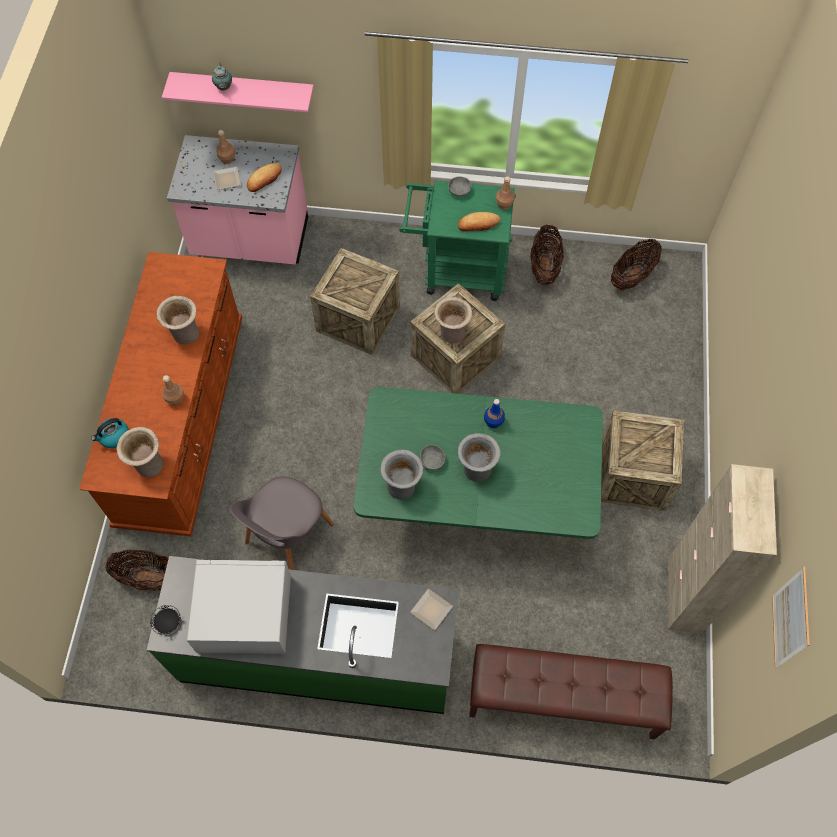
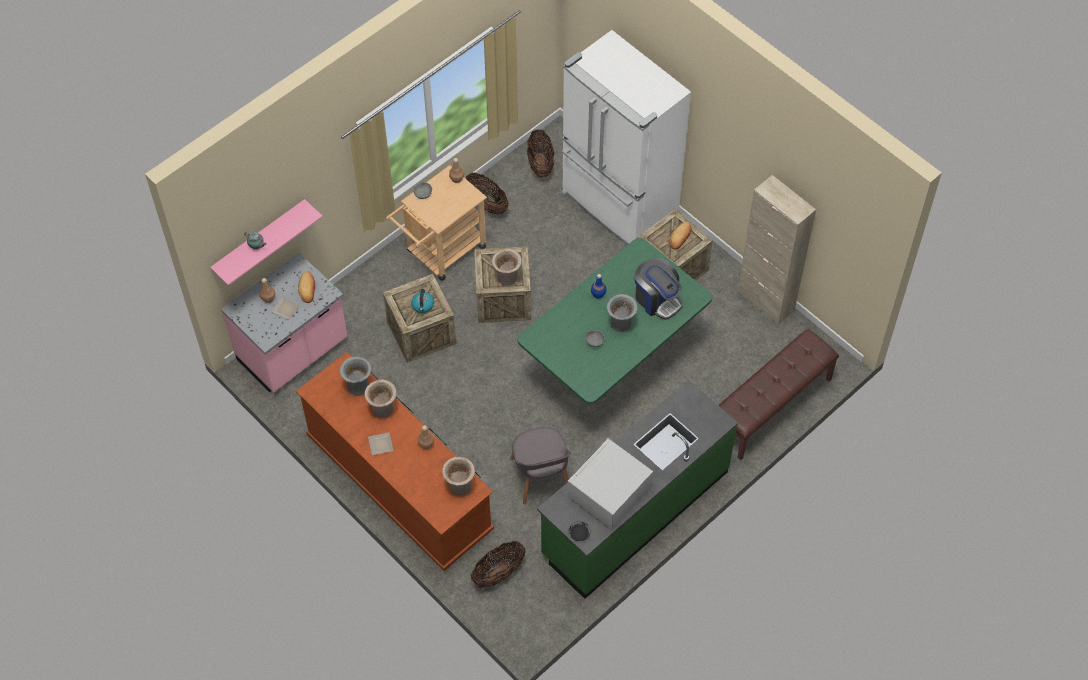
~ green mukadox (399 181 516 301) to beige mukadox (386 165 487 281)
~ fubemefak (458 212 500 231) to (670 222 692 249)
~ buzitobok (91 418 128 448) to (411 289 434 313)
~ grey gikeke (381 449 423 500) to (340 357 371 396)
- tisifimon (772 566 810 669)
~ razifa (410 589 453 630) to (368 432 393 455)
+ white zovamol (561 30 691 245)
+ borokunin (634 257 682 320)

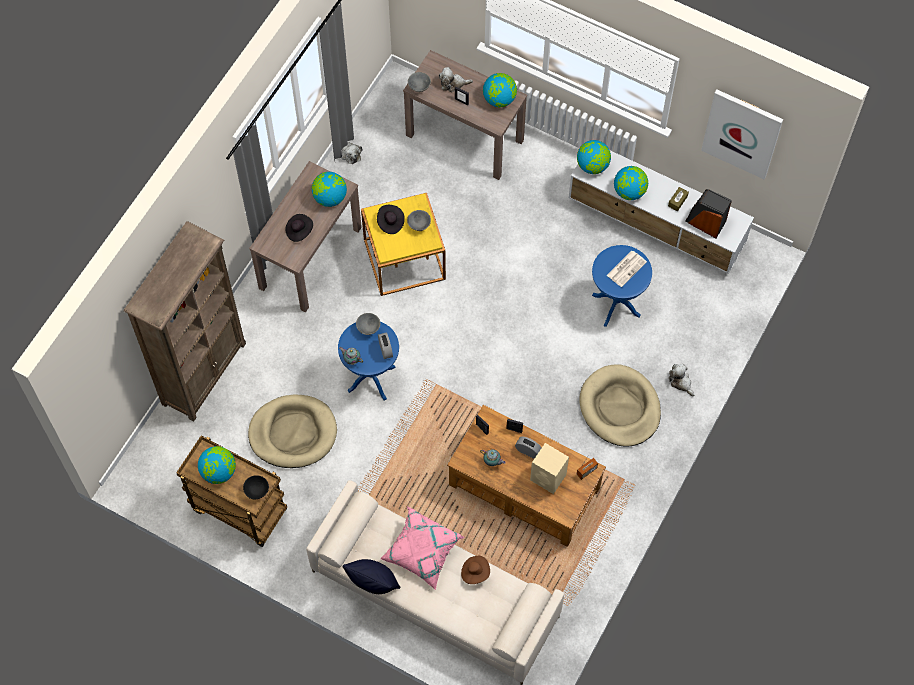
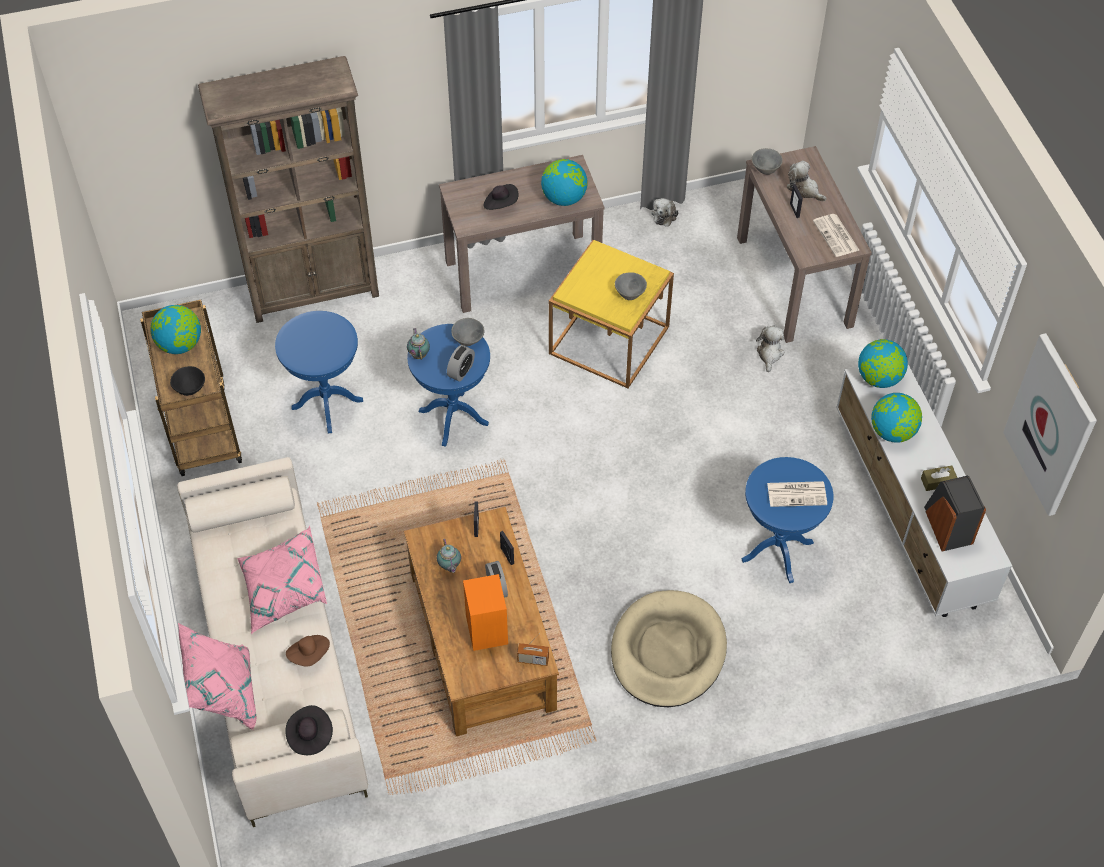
~ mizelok (483 73 517 107) to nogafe (813 214 859 257)
~ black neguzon (377 205 405 234) to (285 705 333 755)
~ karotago (669 364 694 396) to (756 326 785 372)
~ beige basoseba (248 394 337 468) to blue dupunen (275 311 363 433)
~ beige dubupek (530 443 569 494) to orange dubupek (463 574 508 651)
- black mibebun (342 559 401 594)
+ pink mibebun (178 623 257 729)

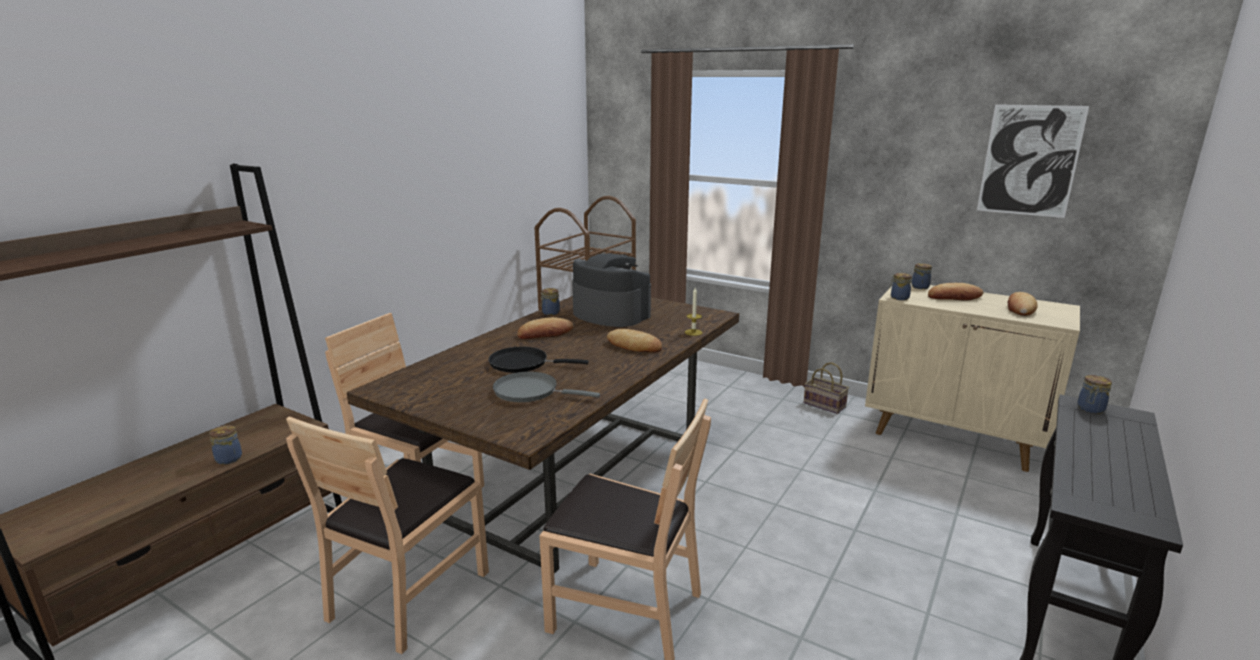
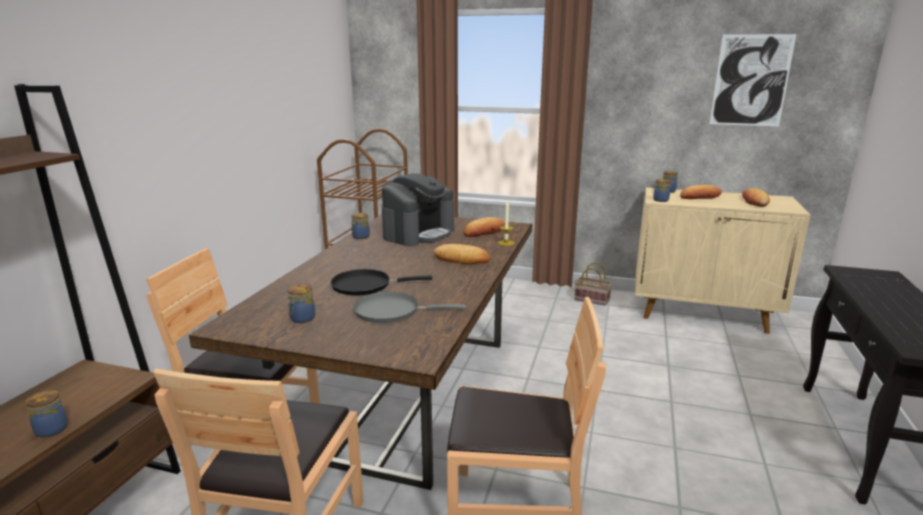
~ borokunin (572 253 651 327) = (382 173 454 246) 105 degrees clockwise
~ fubemefak (517 317 573 339) to (463 217 505 237)
~ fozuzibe (1077 375 1112 414) to (288 284 315 323)

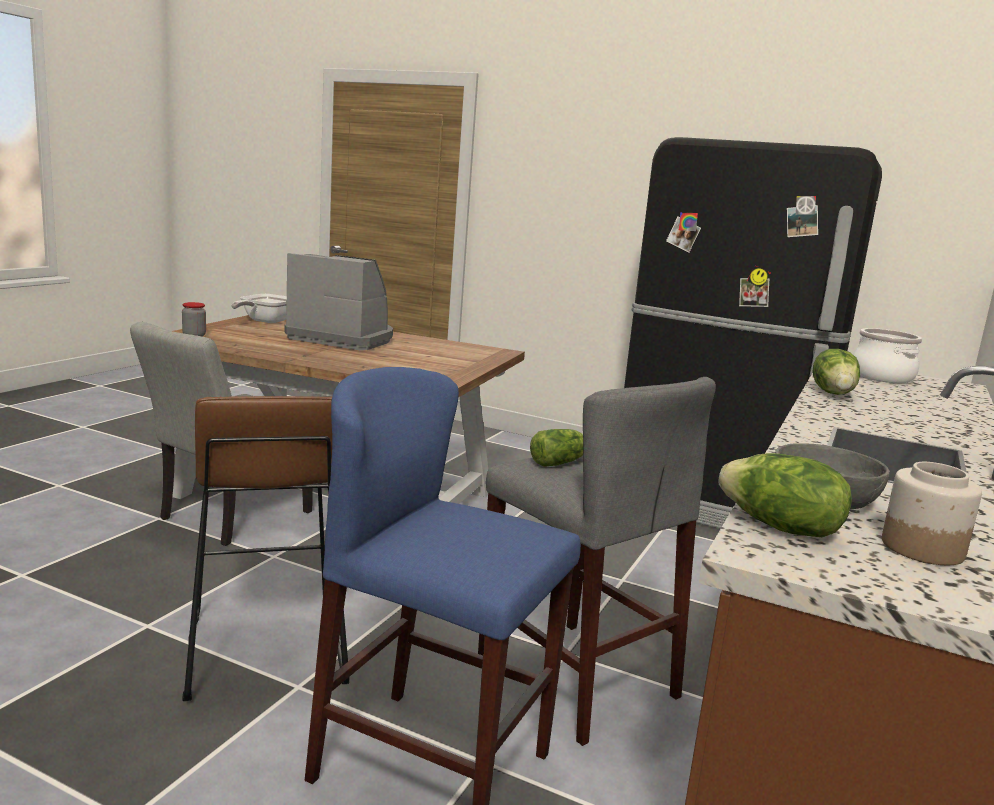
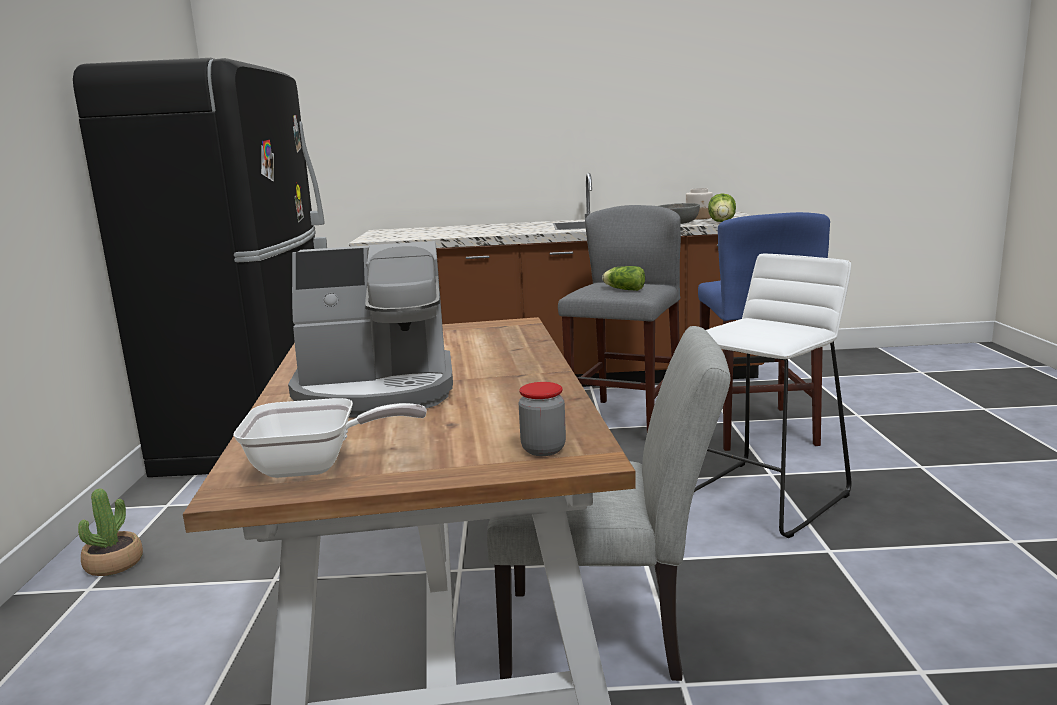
~ borokunin (284 253 393 350) = (288 241 453 417) 90 degrees counterclockwise
- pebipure (853 328 922 383)
- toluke (812 349 860 395)
~ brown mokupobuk (182 396 349 701) to white mokupobuk (694 254 851 538)
+ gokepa (78 489 143 576)

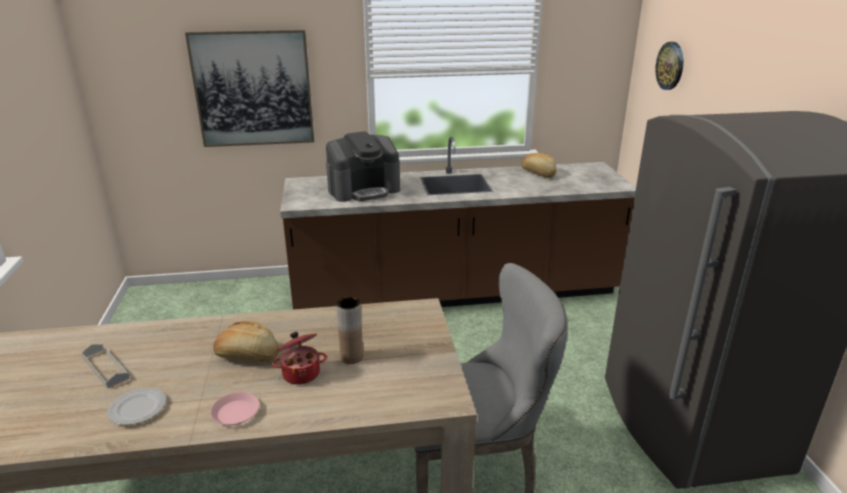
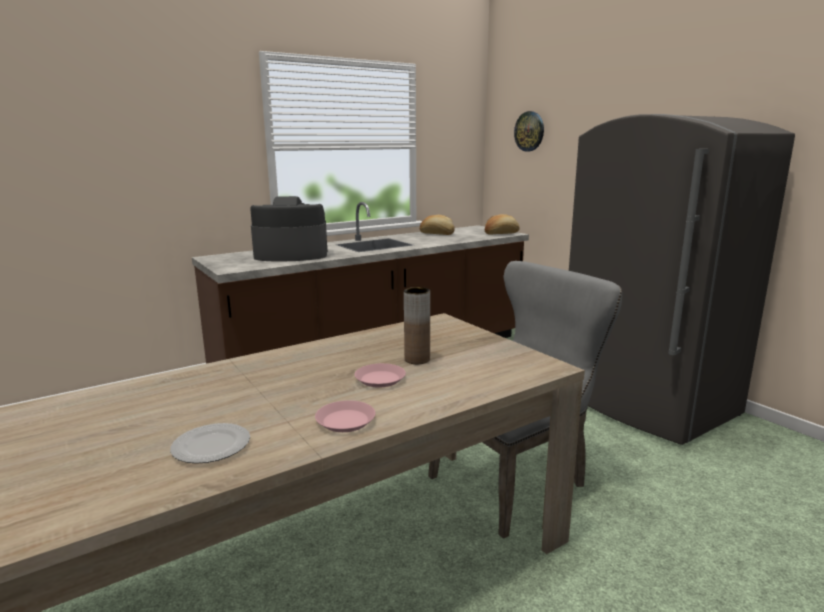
- tisifimon (185 30 314 147)
~ borokunin (326 131 400 202) = (250 196 327 262) 135 degrees counterclockwise
~ fubemefak (213 321 279 362) to (485 214 520 235)
~ pebipure (272 332 327 385) to pink razifa (355 363 406 387)
- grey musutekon (82 344 130 389)

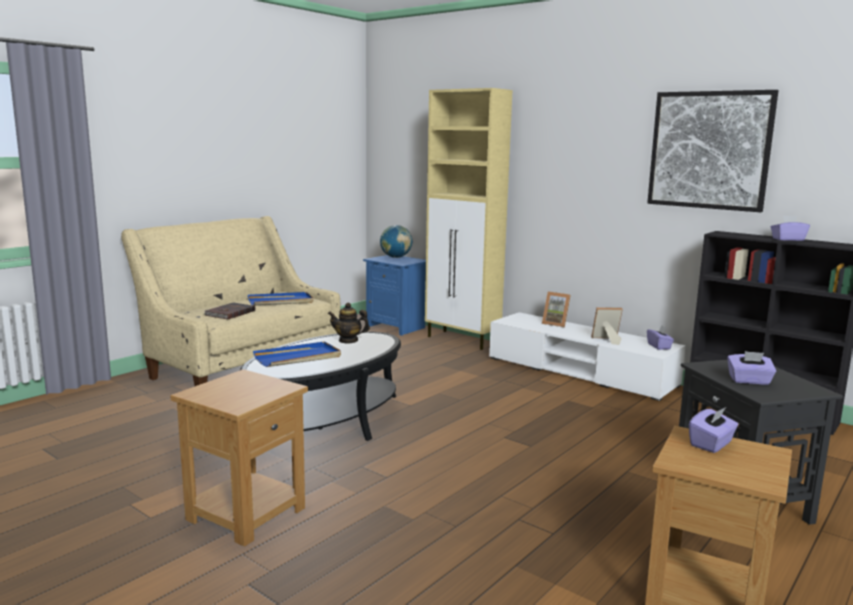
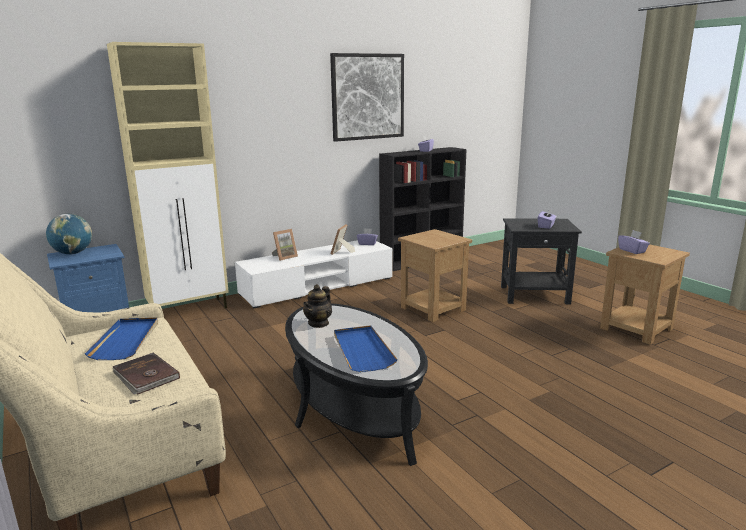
~ brown dupunen (170 369 308 547) to (398 229 472 322)

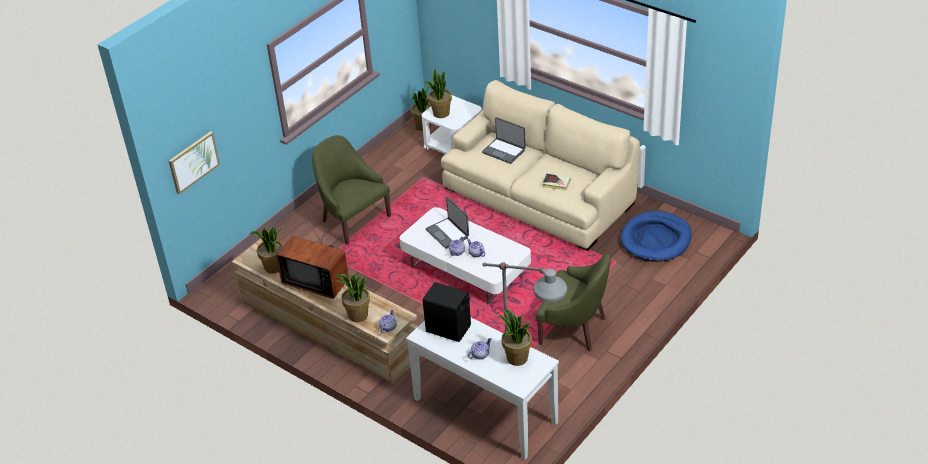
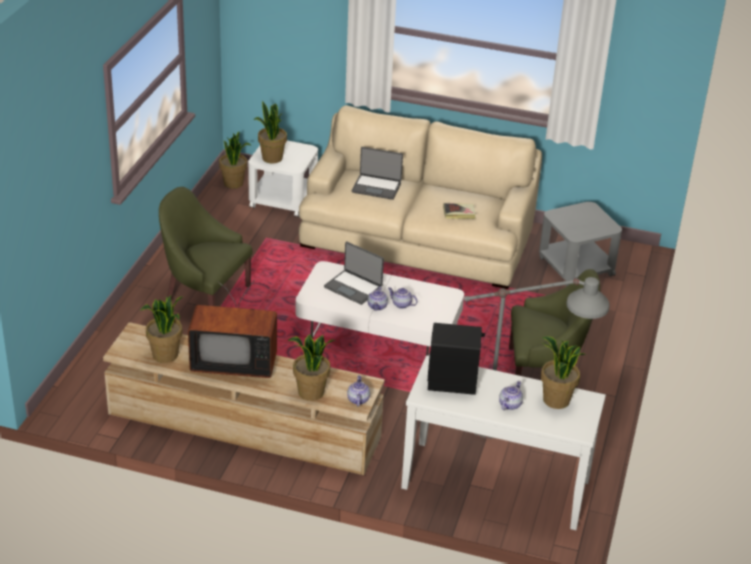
- tisifimon (169 131 220 194)
~ blue basoseba (621 211 692 262) to grey dupunen (539 202 622 287)

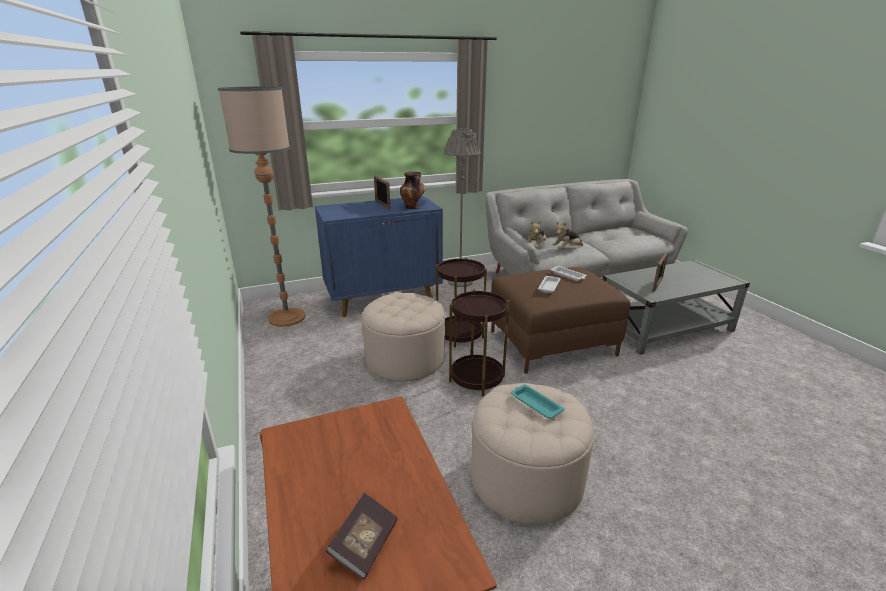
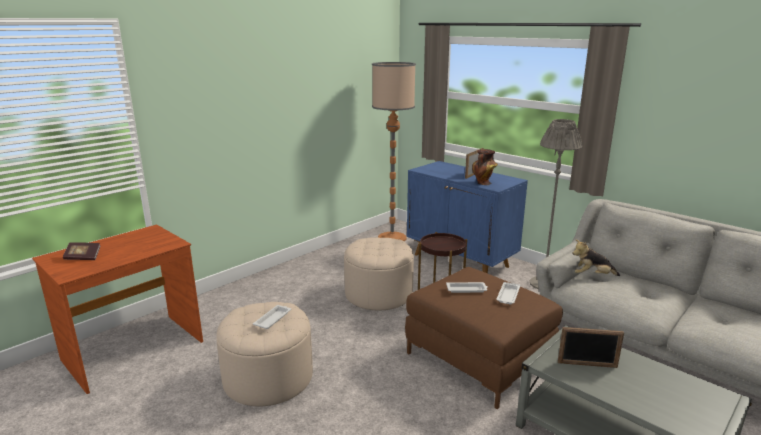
- karotago (552 222 583 249)
- brown dupunen (449 290 510 396)
~ turquoise musutekon (511 384 565 419) to white musutekon (253 305 291 329)

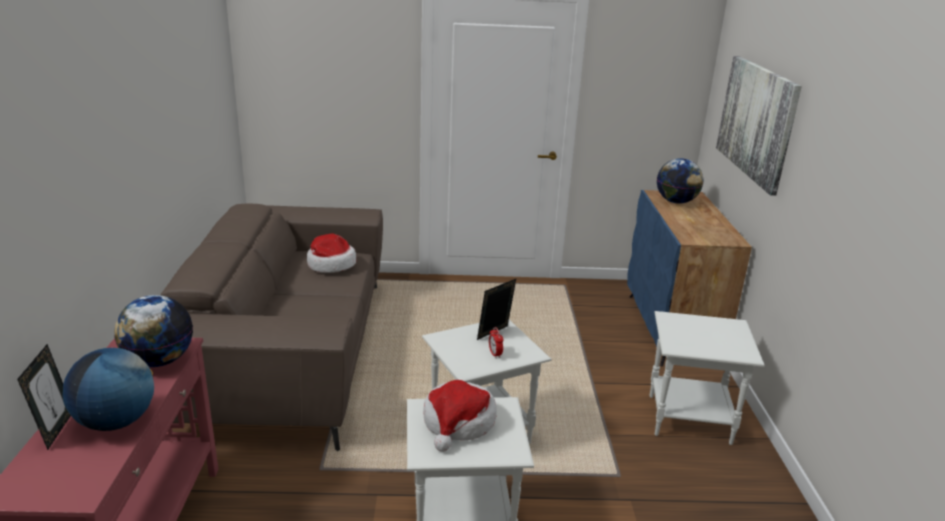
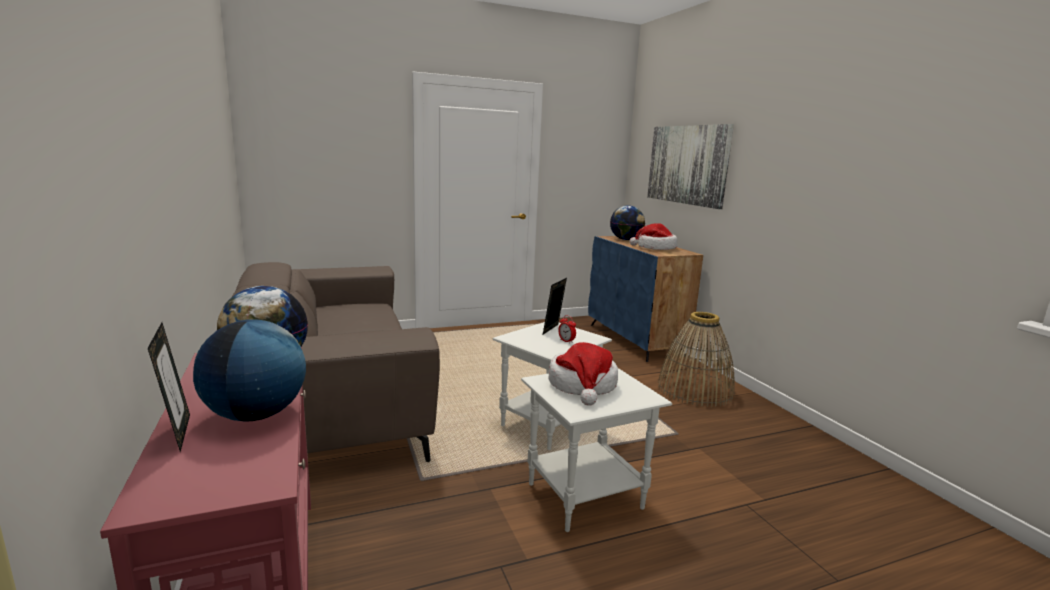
~ neguzon (307 233 356 273) to (630 223 678 250)
~ white dupunen (650 311 765 445) to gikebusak (658 312 735 407)

